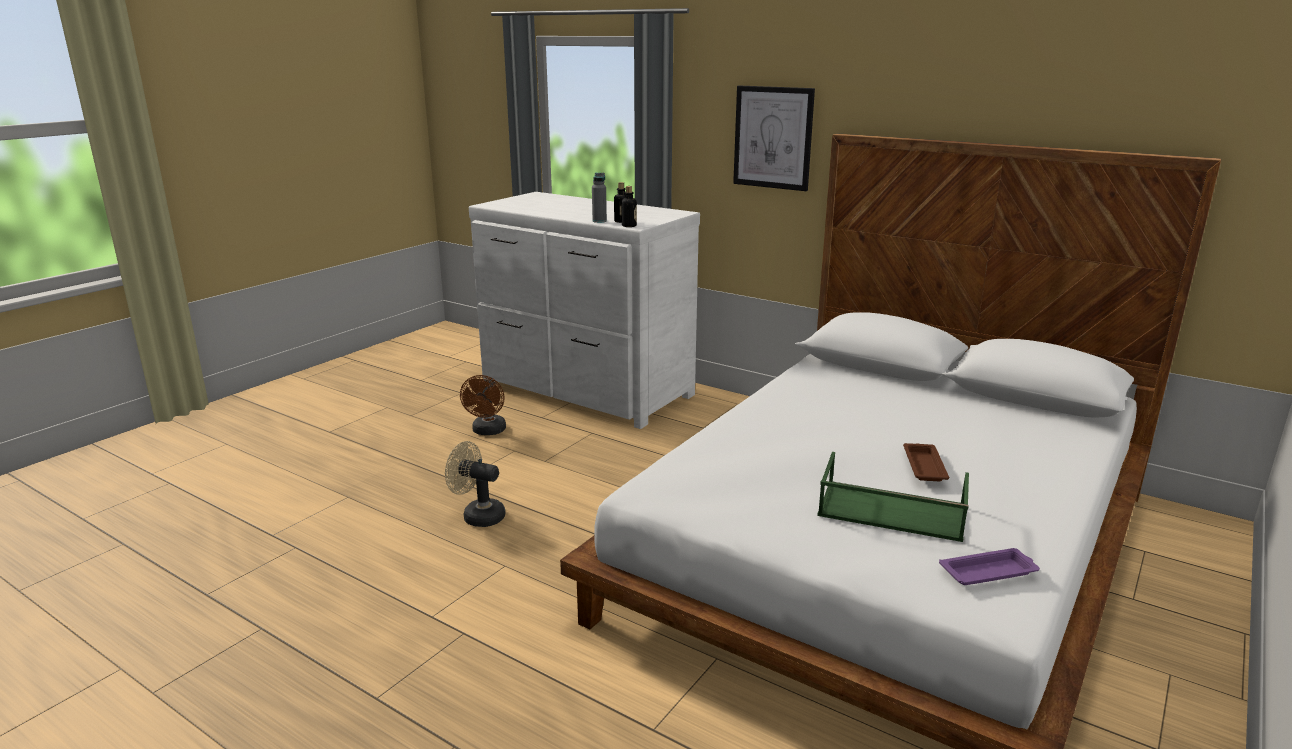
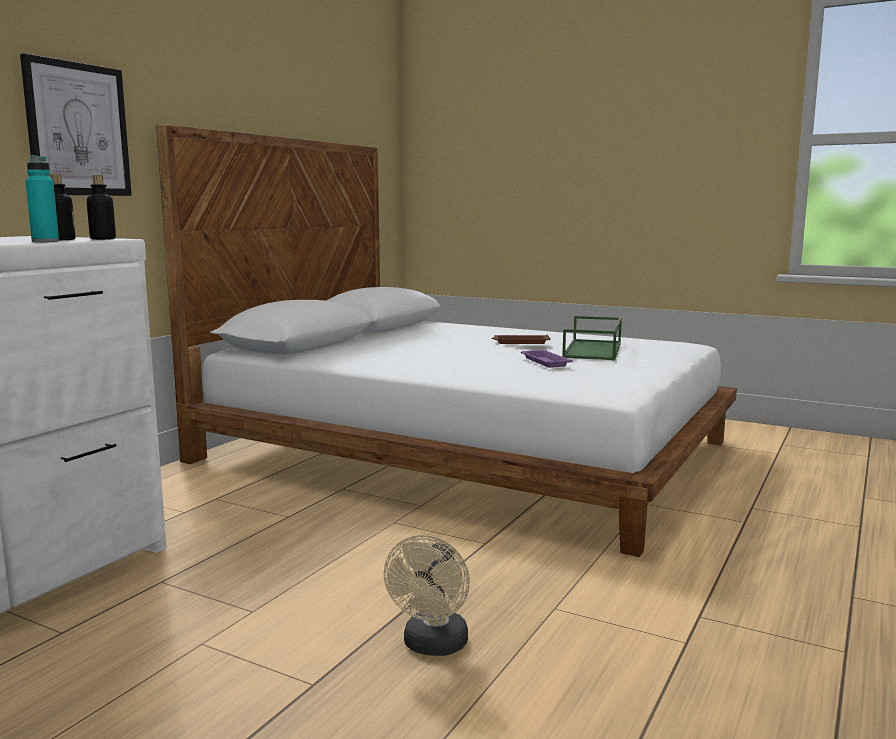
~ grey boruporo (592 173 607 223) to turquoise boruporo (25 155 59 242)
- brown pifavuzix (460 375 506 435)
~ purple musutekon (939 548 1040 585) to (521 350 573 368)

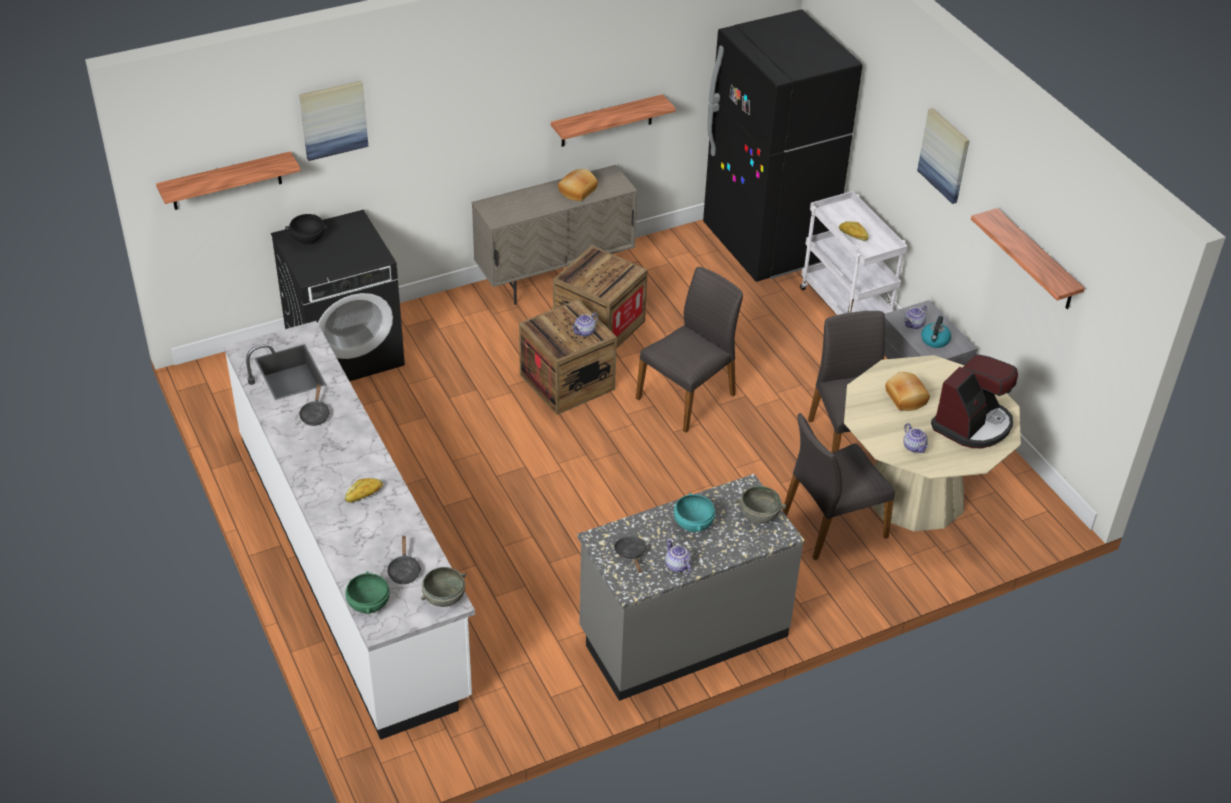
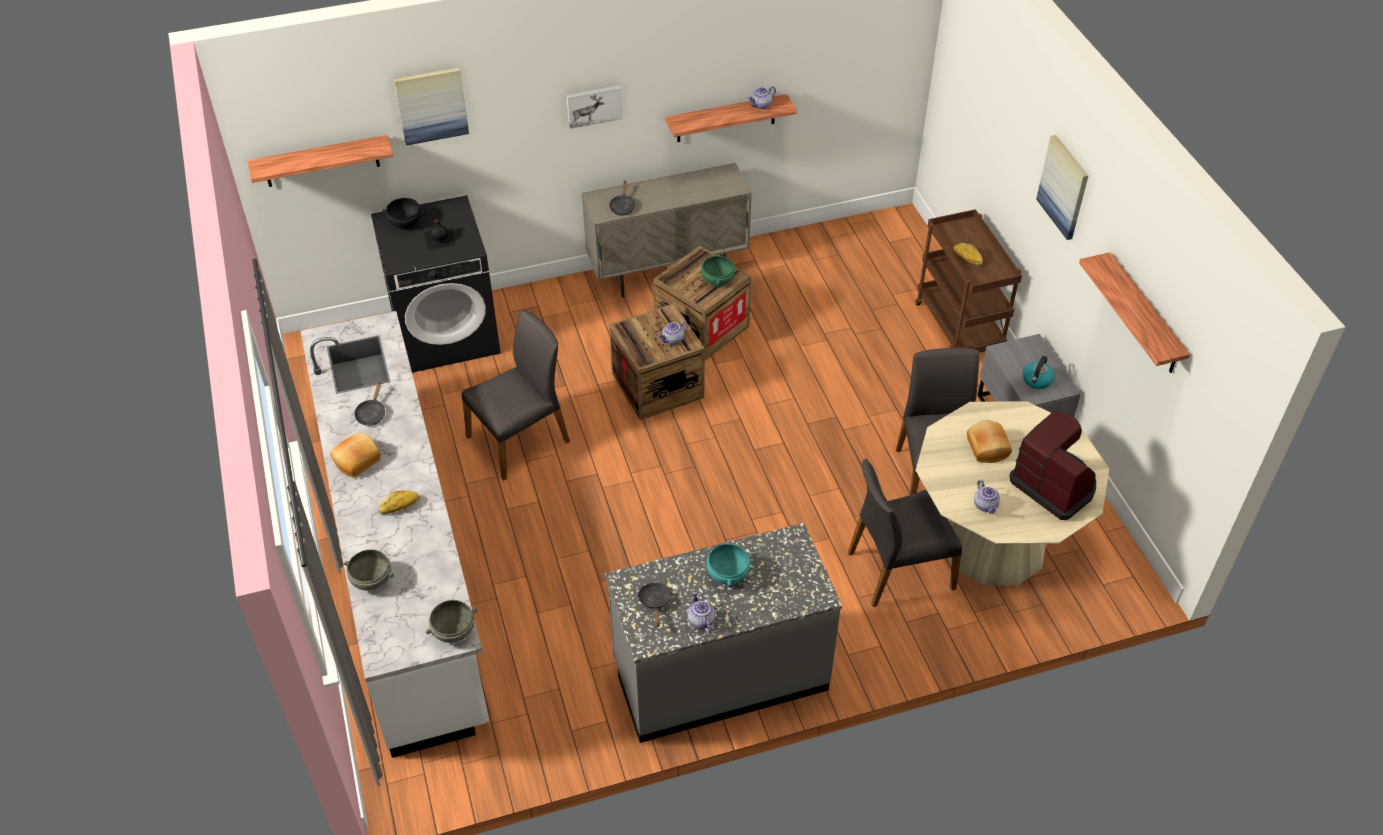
- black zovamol (703 10 862 282)
~ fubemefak (558 169 598 201) to (330 433 381 478)
~ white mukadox (800 191 908 315) to brown mukadox (916 209 1022 353)
~ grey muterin (636 267 743 433) to (462 310 570 481)
~ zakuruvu (904 305 927 329) to (748 86 776 109)
~ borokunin (931 354 1018 449) = (1010 410 1096 520) 90 degrees counterclockwise
~ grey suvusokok (736 486 786 524) to (344 549 394 591)
~ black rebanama (387 535 421 584) to (609 181 636 216)
~ green suvusokok (345 572 390 614) to (701 255 735 287)
+ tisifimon (566 85 622 129)
+ black boruporo (424 219 456 250)

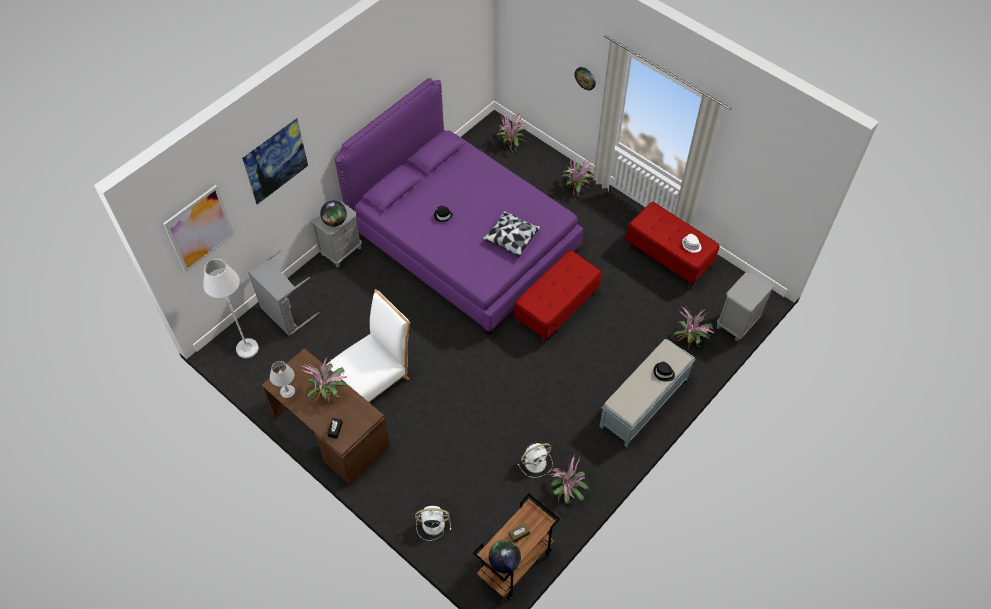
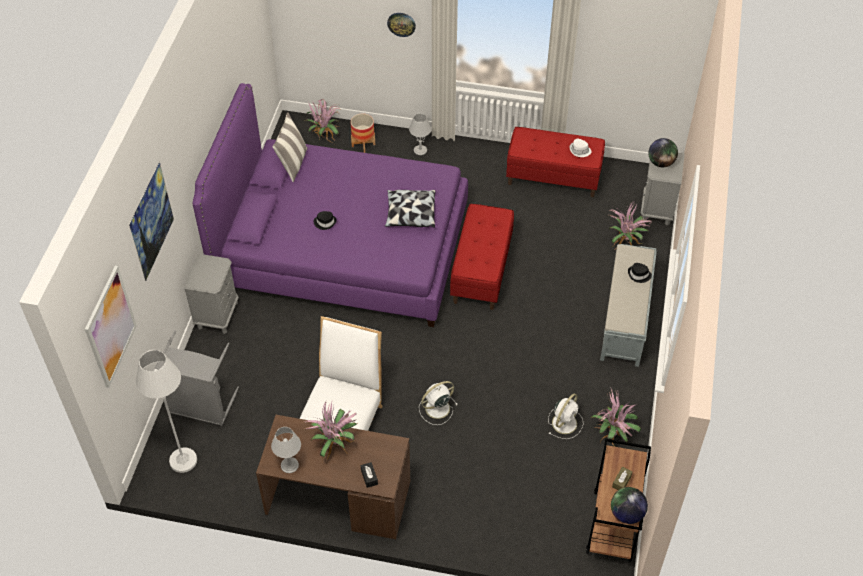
~ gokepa (561 156 594 198) to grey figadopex (409 113 431 155)
~ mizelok (320 200 347 227) to (648 138 678 167)
~ white pifavuzix (415 506 451 541) to (419 381 458 425)
+ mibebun (273 112 308 182)
+ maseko (351 114 375 153)

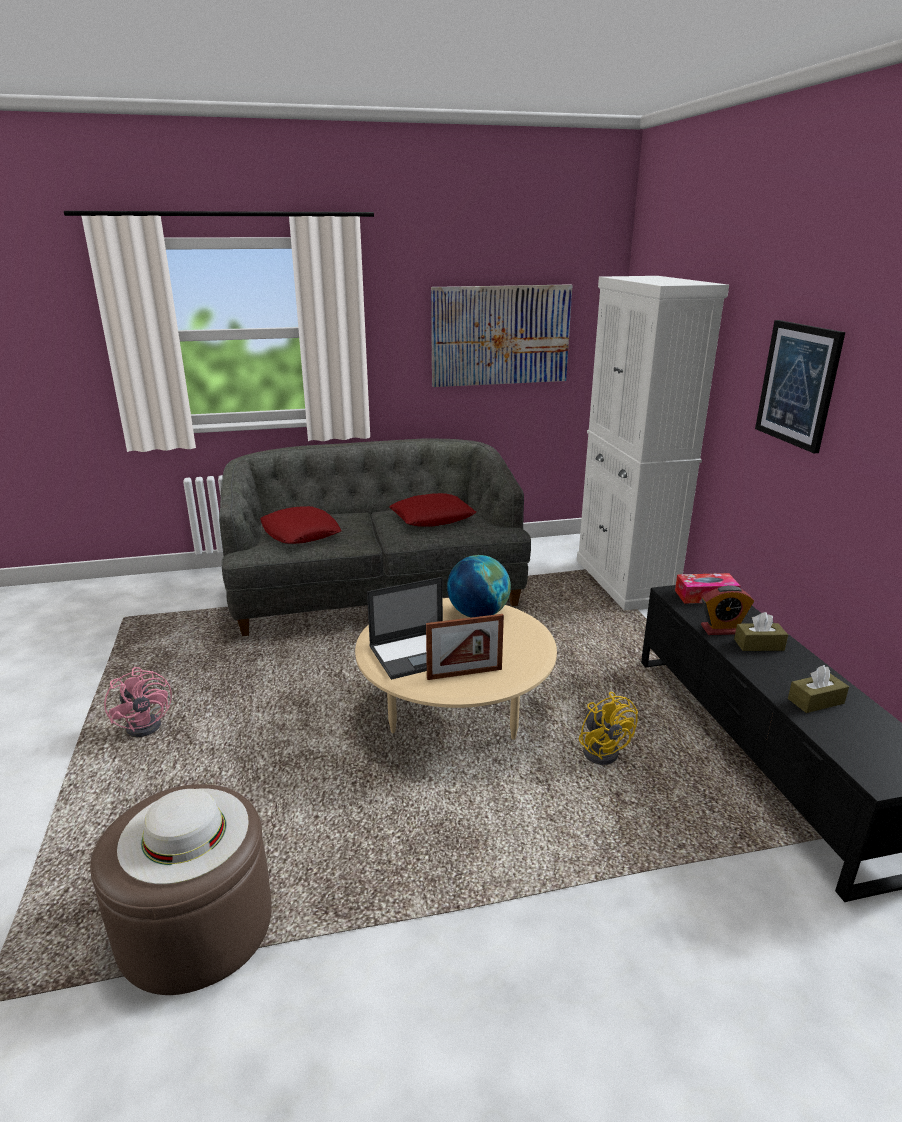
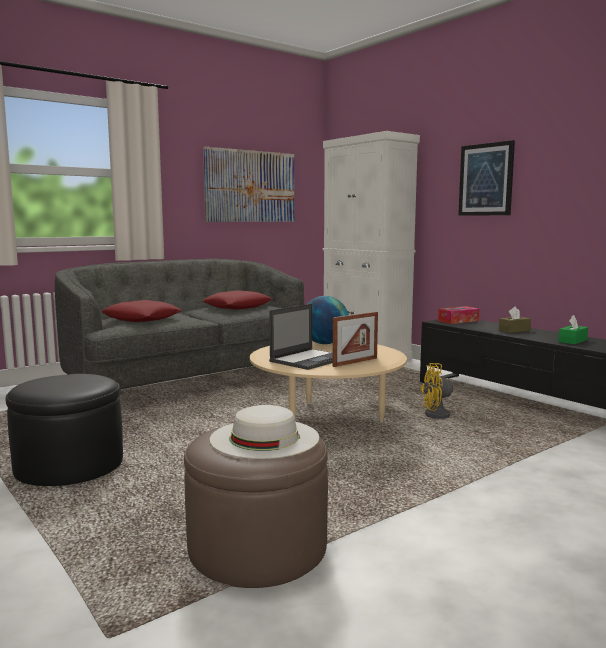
- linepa (701 585 754 635)
~ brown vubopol (788 665 849 713) to green vubopol (558 315 588 345)
~ pink pifavuzix (104 667 174 737) to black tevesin (6 374 123 486)
~ yellow pifavuzix (579 692 638 765) = (420 363 487 424) 135 degrees clockwise

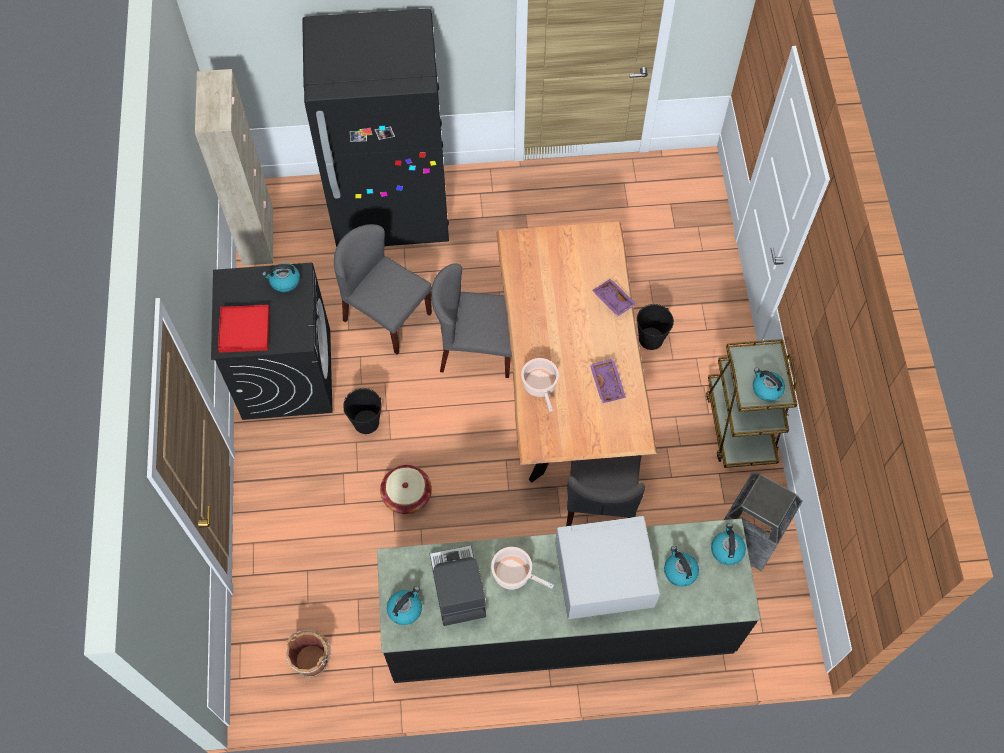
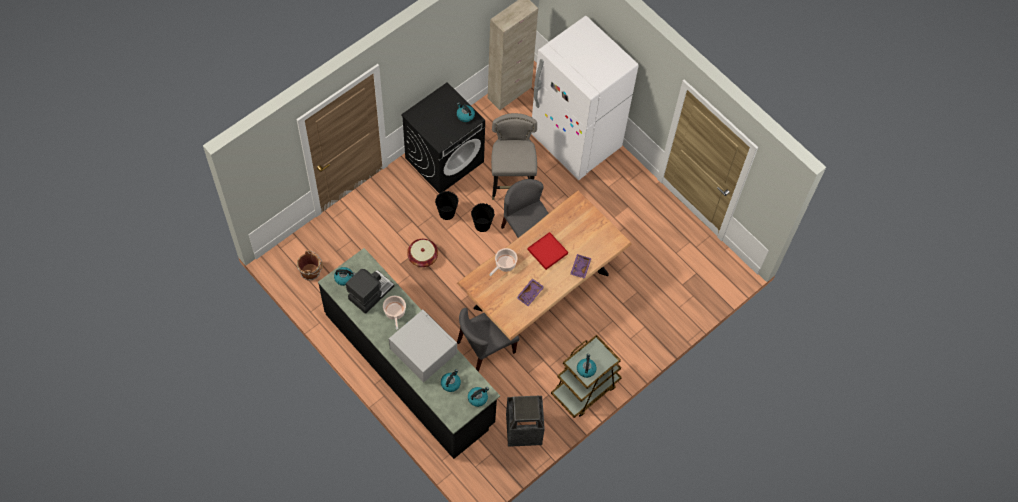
~ black zovamol (302 8 449 247) to white zovamol (531 16 639 180)
~ grey muterin (334 224 432 355) to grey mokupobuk (491 113 537 200)
~ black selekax (637 304 674 350) to (471 203 495 232)
~ red musutekon (218 305 270 353) to (528 232 568 270)

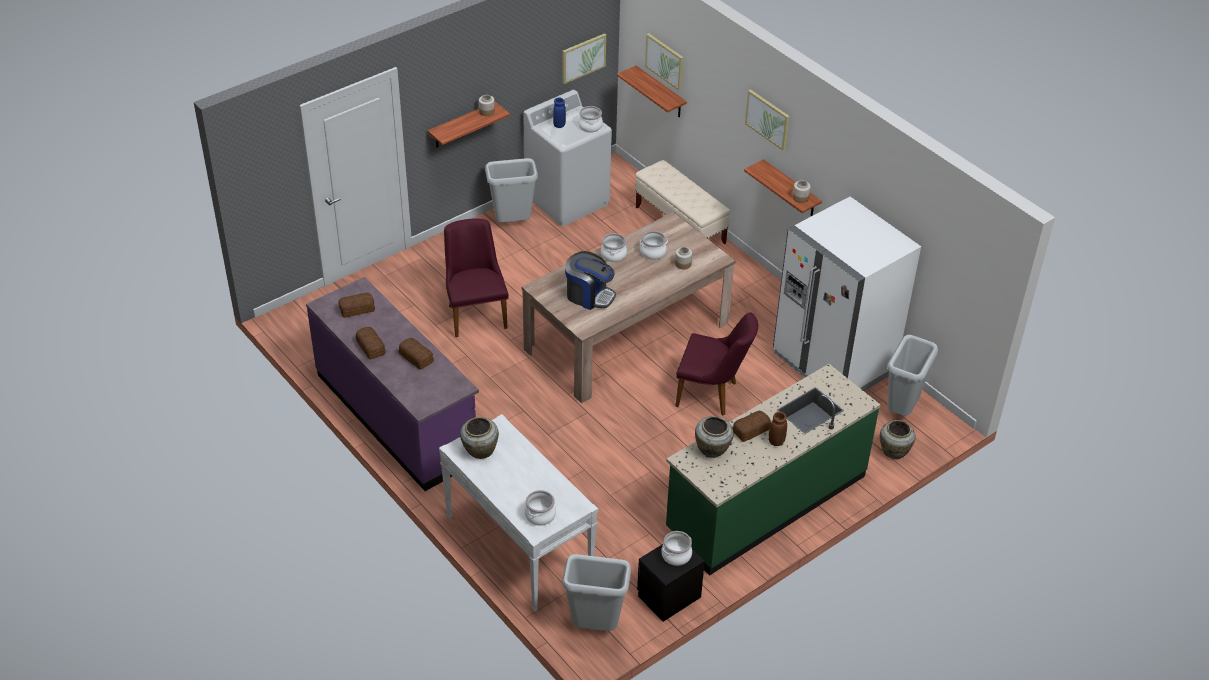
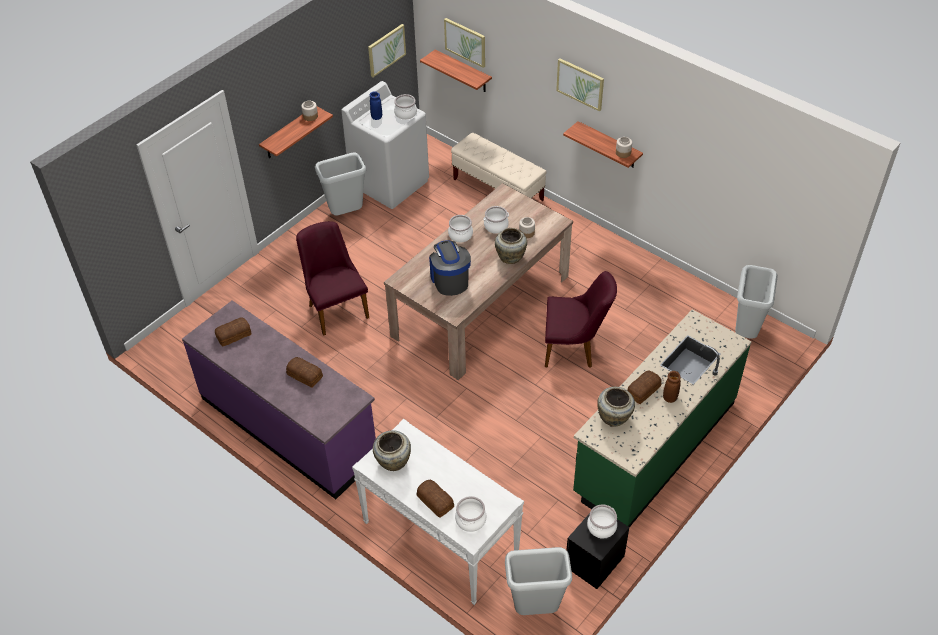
- white zovamol (773 197 921 391)
~ borokunin (565 251 616 310) = (429 240 471 296) 120 degrees counterclockwise
~ fubemefak (356 327 386 360) to (416 479 454 518)
~ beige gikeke (880 420 915 459) to (495 228 527 264)

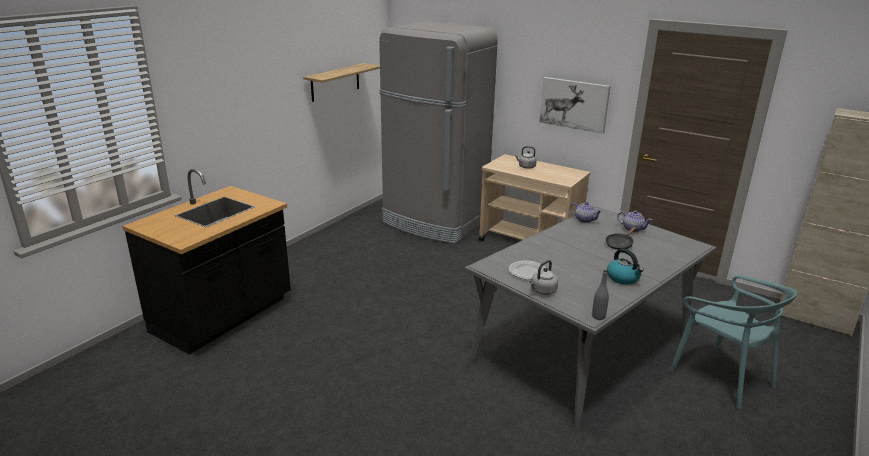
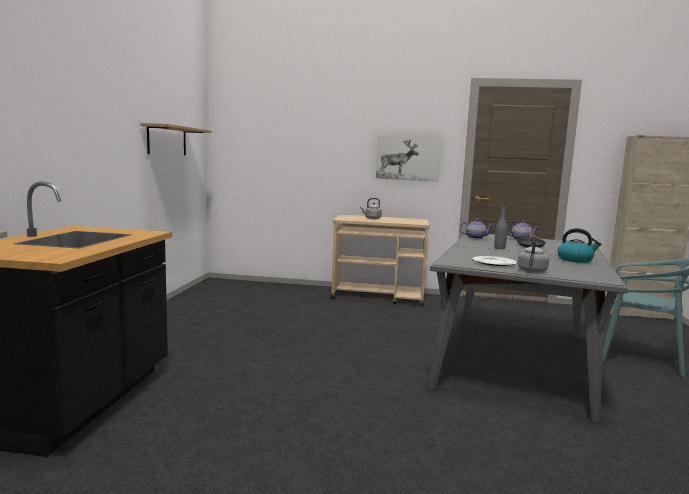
- grey zovamol (379 21 498 244)
~ grey boruporo (592 270 609 320) to (494 205 508 249)

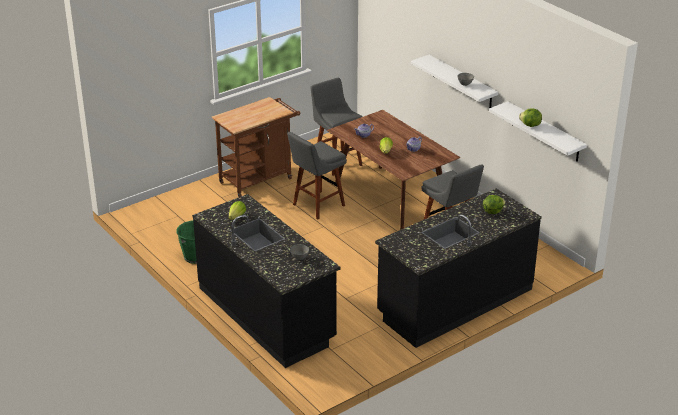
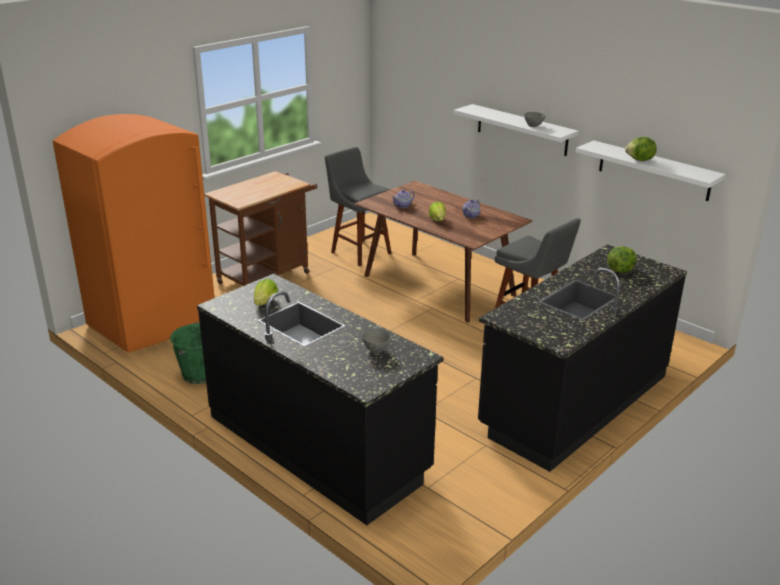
- grey mokupobuk (287 132 347 220)
+ orange zovamol (53 114 215 353)

